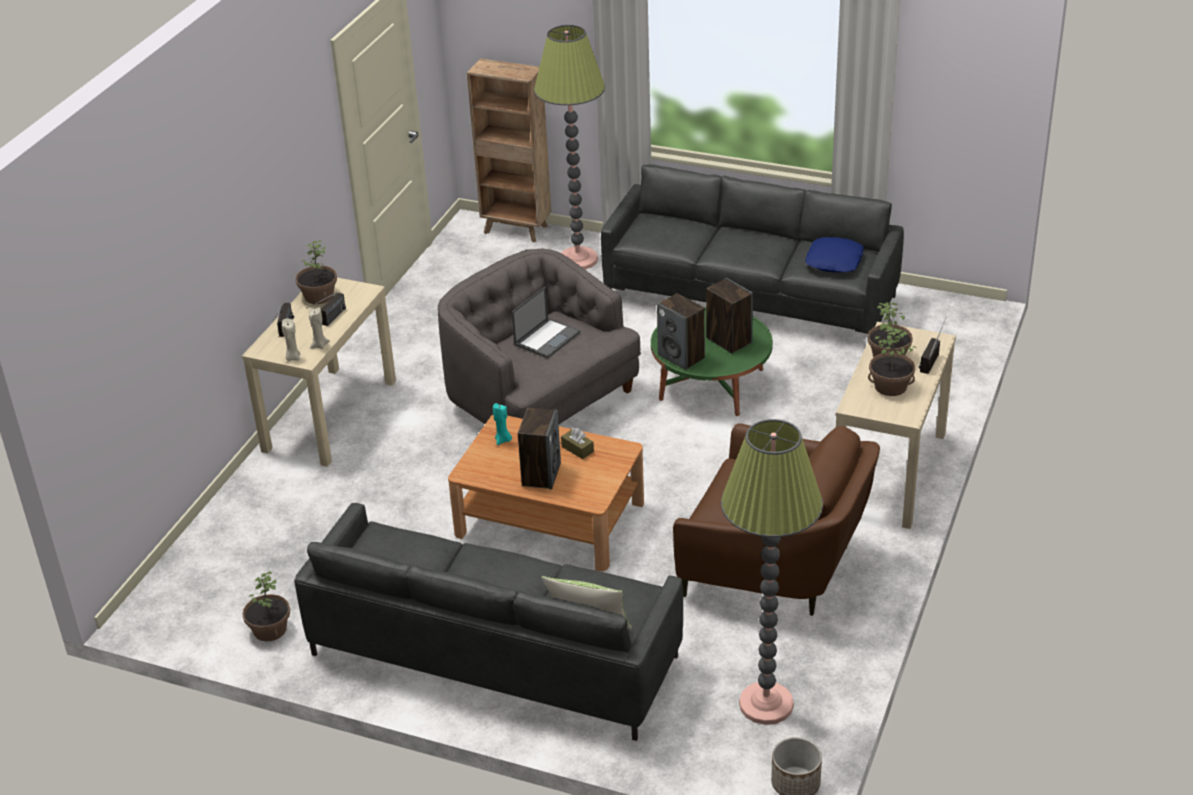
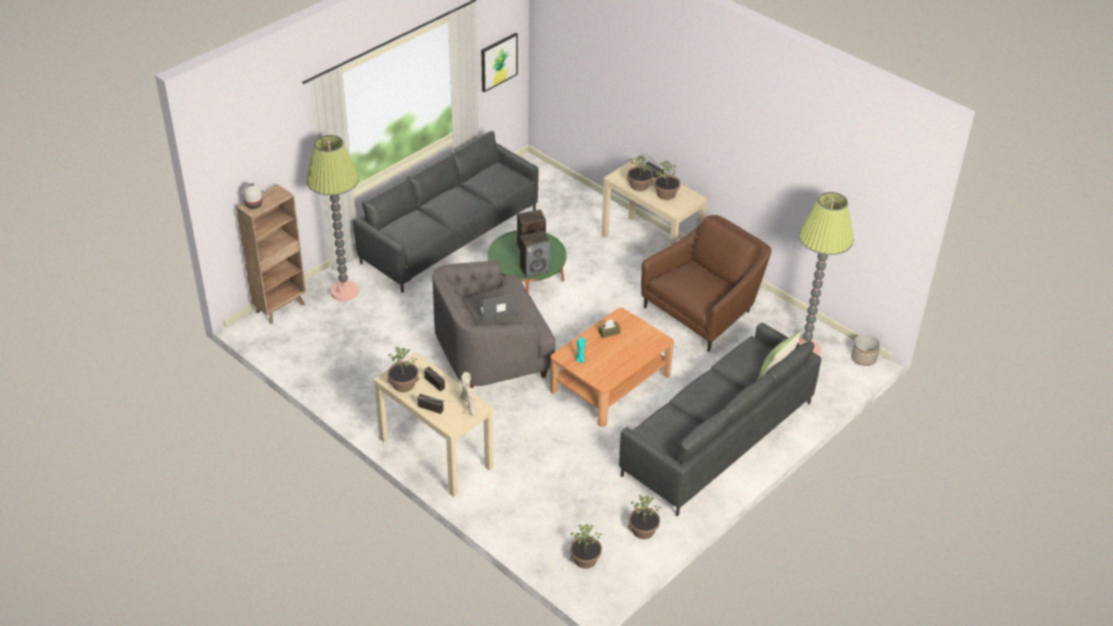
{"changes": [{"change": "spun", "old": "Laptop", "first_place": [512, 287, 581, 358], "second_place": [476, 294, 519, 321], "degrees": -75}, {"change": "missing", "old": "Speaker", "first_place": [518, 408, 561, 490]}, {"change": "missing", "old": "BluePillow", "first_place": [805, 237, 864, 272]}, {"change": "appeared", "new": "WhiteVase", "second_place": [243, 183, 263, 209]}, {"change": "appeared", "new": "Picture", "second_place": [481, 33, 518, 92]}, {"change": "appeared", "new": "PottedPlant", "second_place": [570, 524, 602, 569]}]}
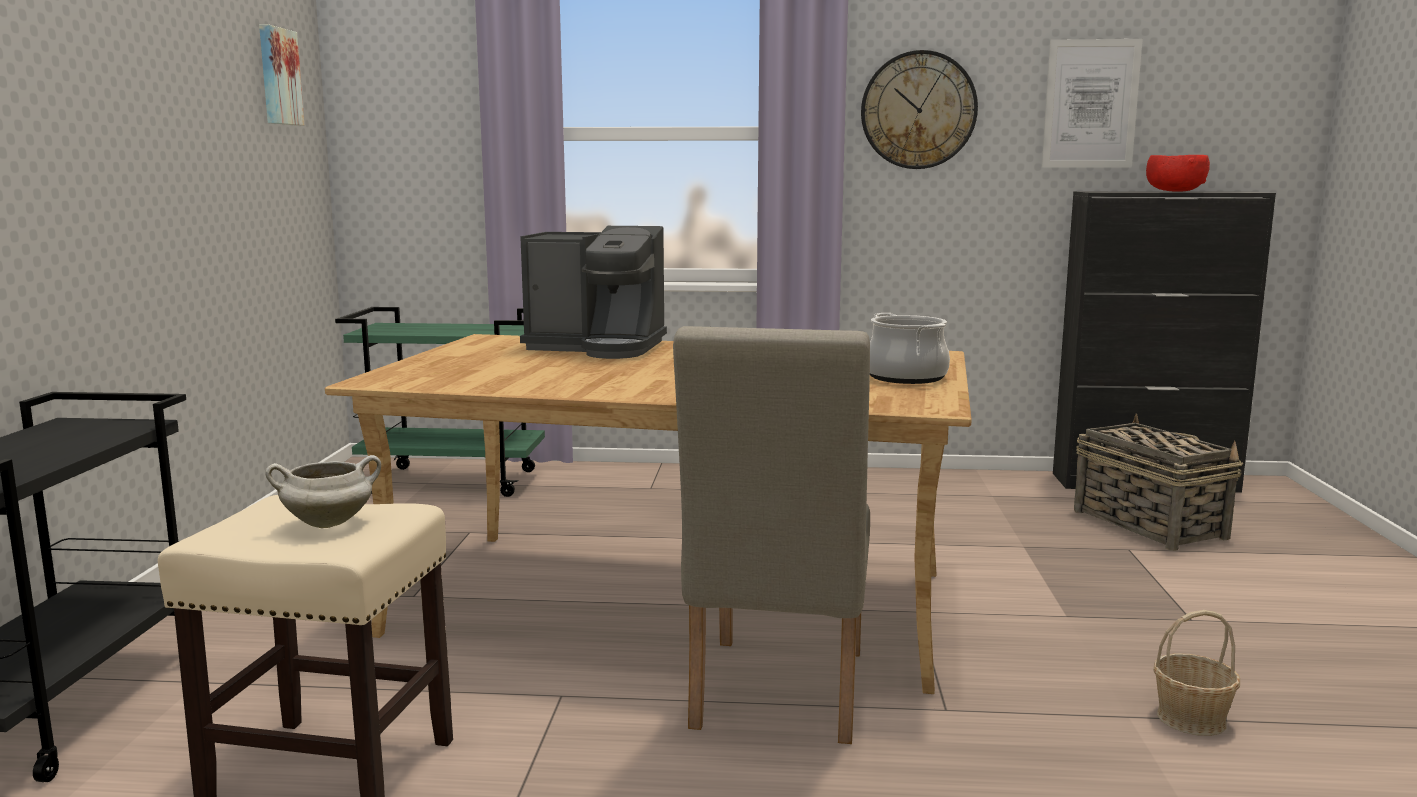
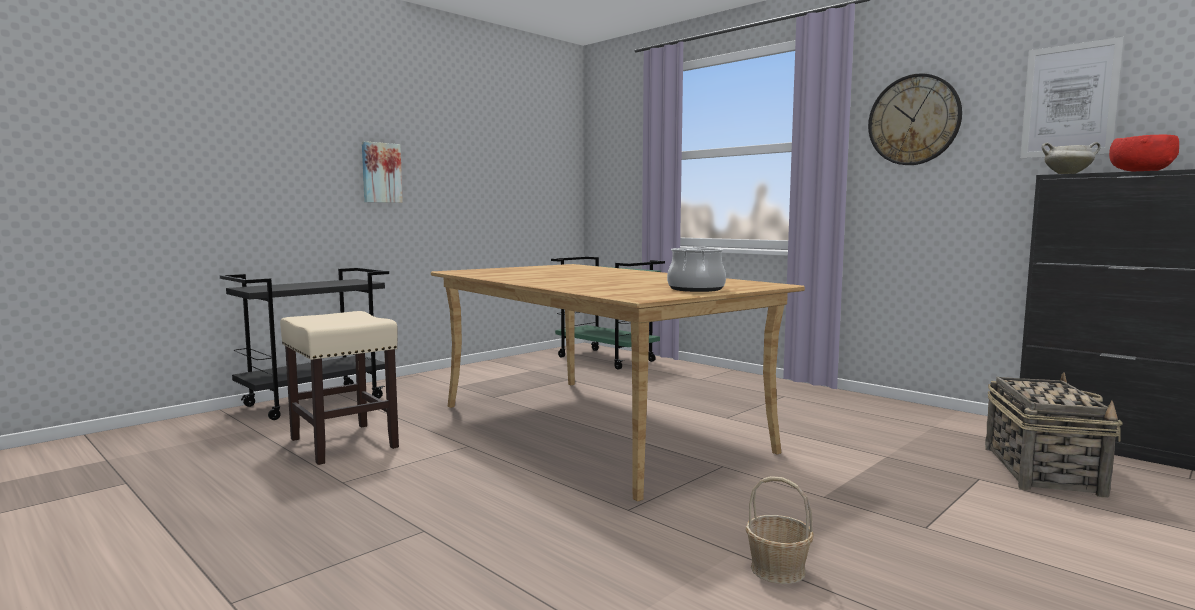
{"changes": [{"change": "relocated", "old": "Picture", "first_place": [259, 24, 304, 126], "second_place": [362, 141, 403, 203]}, {"change": "relocated", "old": "WhiteCookingPot", "first_place": [266, 455, 381, 528], "second_place": [1042, 142, 1101, 174]}, {"change": "missing", "old": "CoffeeMachine", "first_place": [520, 226, 667, 359]}, {"change": "missing", "old": "BeigeChair", "first_place": [673, 326, 870, 744]}]}
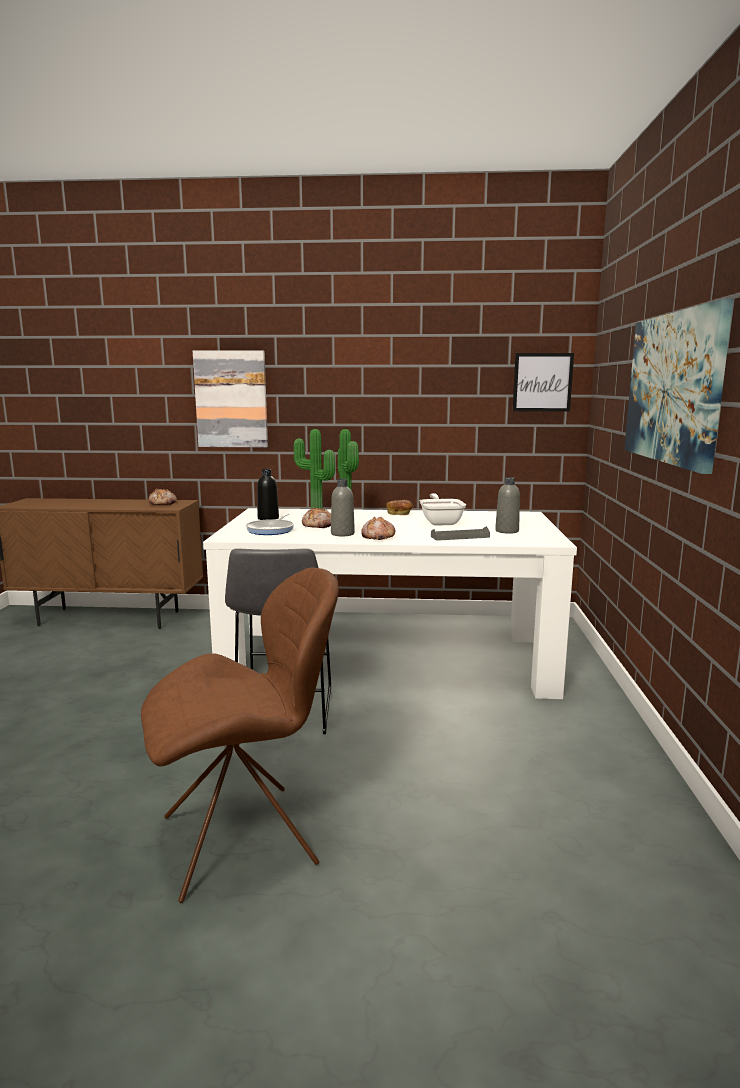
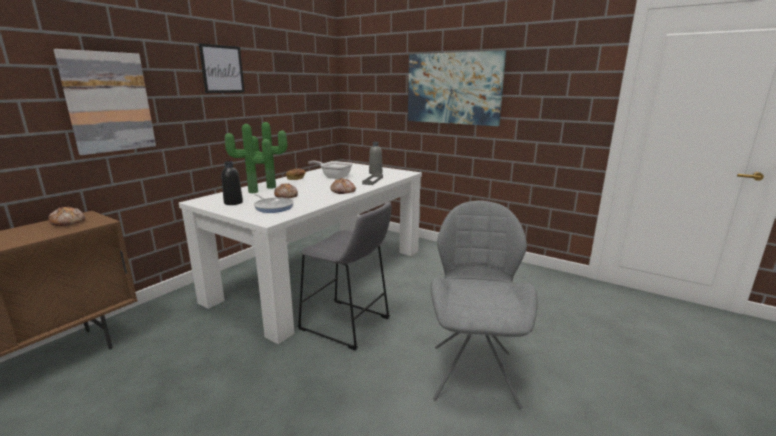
{"changes": [{"change": "colour", "old": "BrownChair", "new": "GreyChair", "first_place": [141, 568, 339, 903], "second_place": [431, 201, 538, 409]}, {"change": "missing", "old": "GreyBottle", "first_place": [331, 479, 355, 536]}, {"change": "relocated", "old": "Picture", "first_place": [513, 353, 574, 412], "second_place": [199, 43, 245, 93]}]}
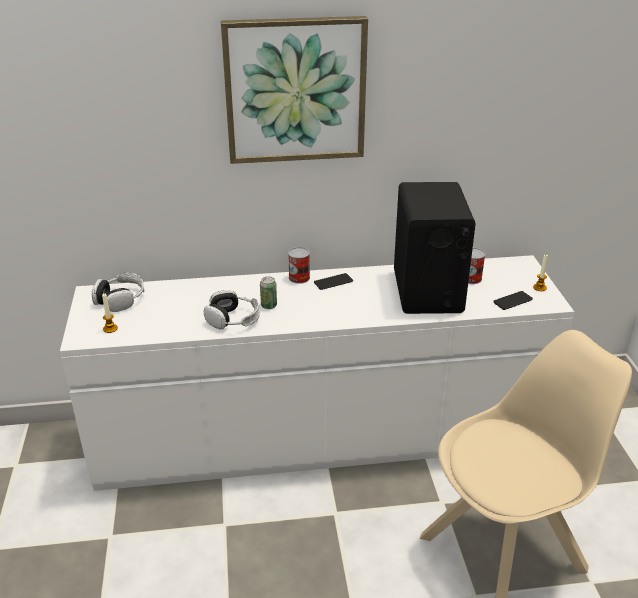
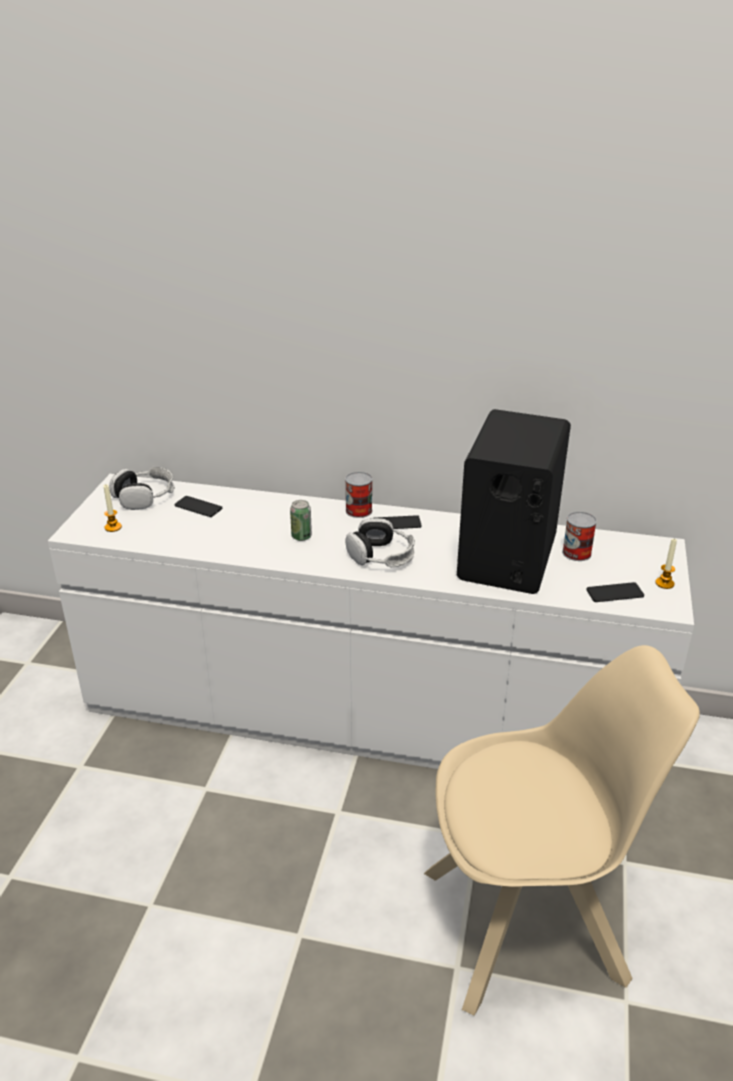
{"changes": [{"change": "relocated", "old": "Headphones", "first_place": [204, 290, 260, 329], "second_place": [345, 518, 415, 568]}, {"change": "missing", "old": "Picture", "first_place": [221, 16, 368, 164]}, {"change": "appeared", "new": "Phone", "second_place": [175, 496, 222, 517]}]}
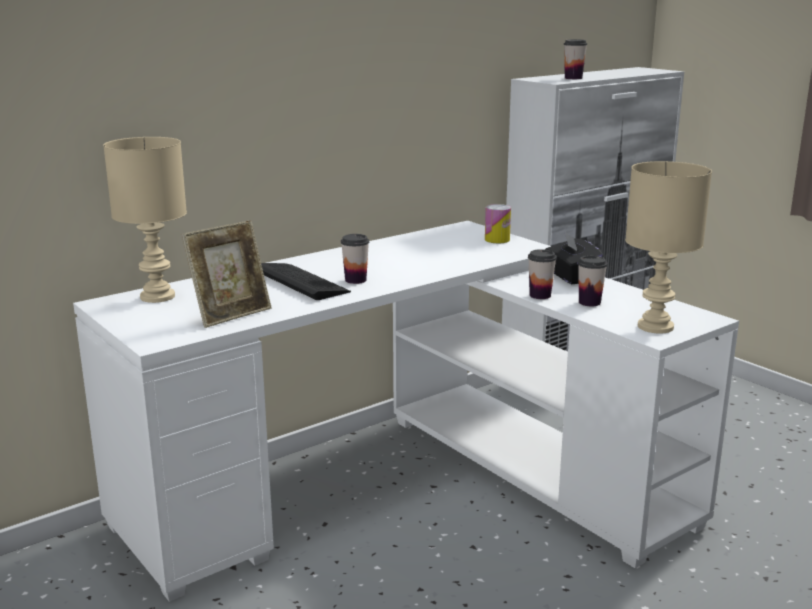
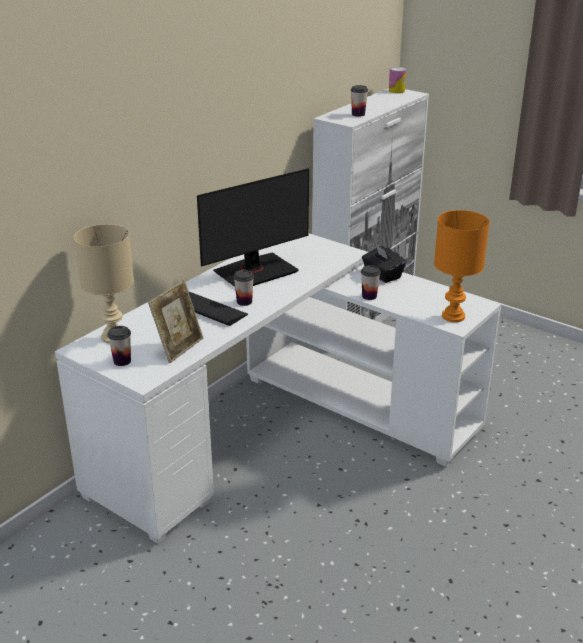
{"changes": [{"change": "relocated", "old": "Can", "first_place": [485, 204, 511, 243], "second_place": [389, 67, 406, 93]}, {"change": "relocated", "old": "Cup", "first_place": [578, 255, 607, 306], "second_place": [107, 326, 131, 366]}, {"change": "colour", "old": "BeigeTableLamp", "new": "OrangeTableLamp", "first_place": [625, 161, 712, 334], "second_place": [434, 210, 490, 322]}, {"change": "appeared", "new": "Monitor", "second_place": [197, 168, 309, 287]}]}
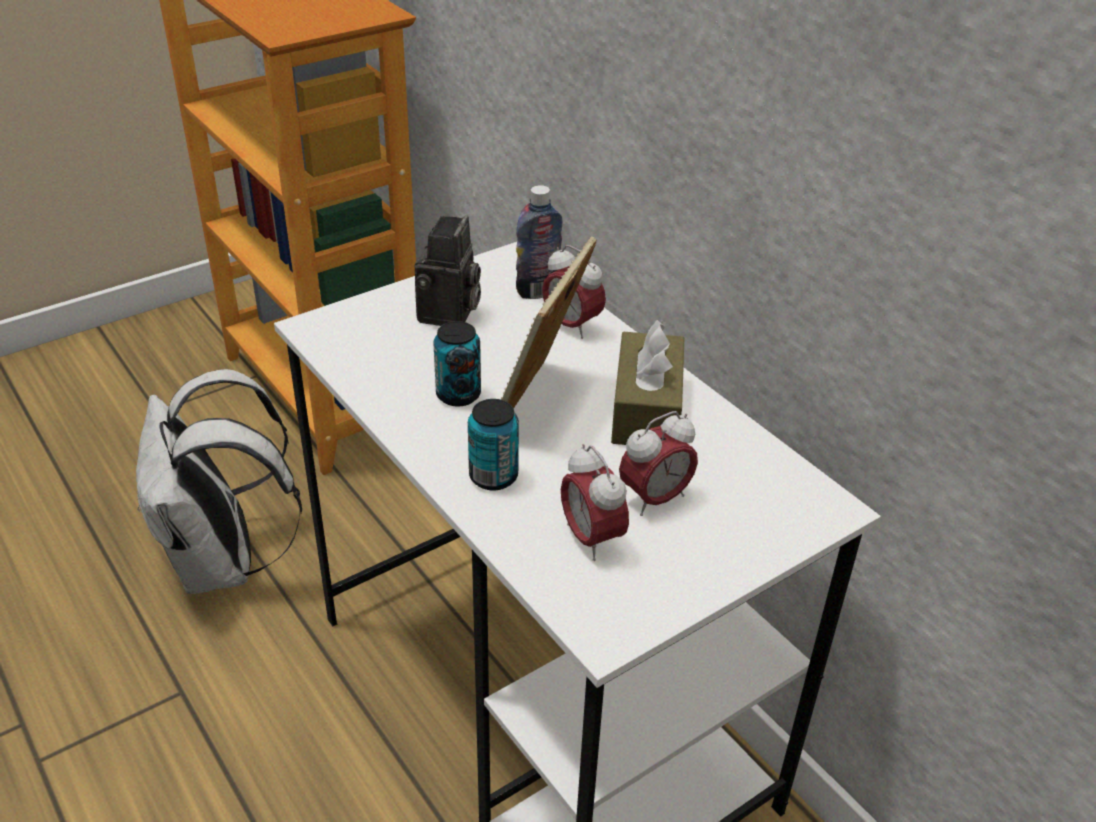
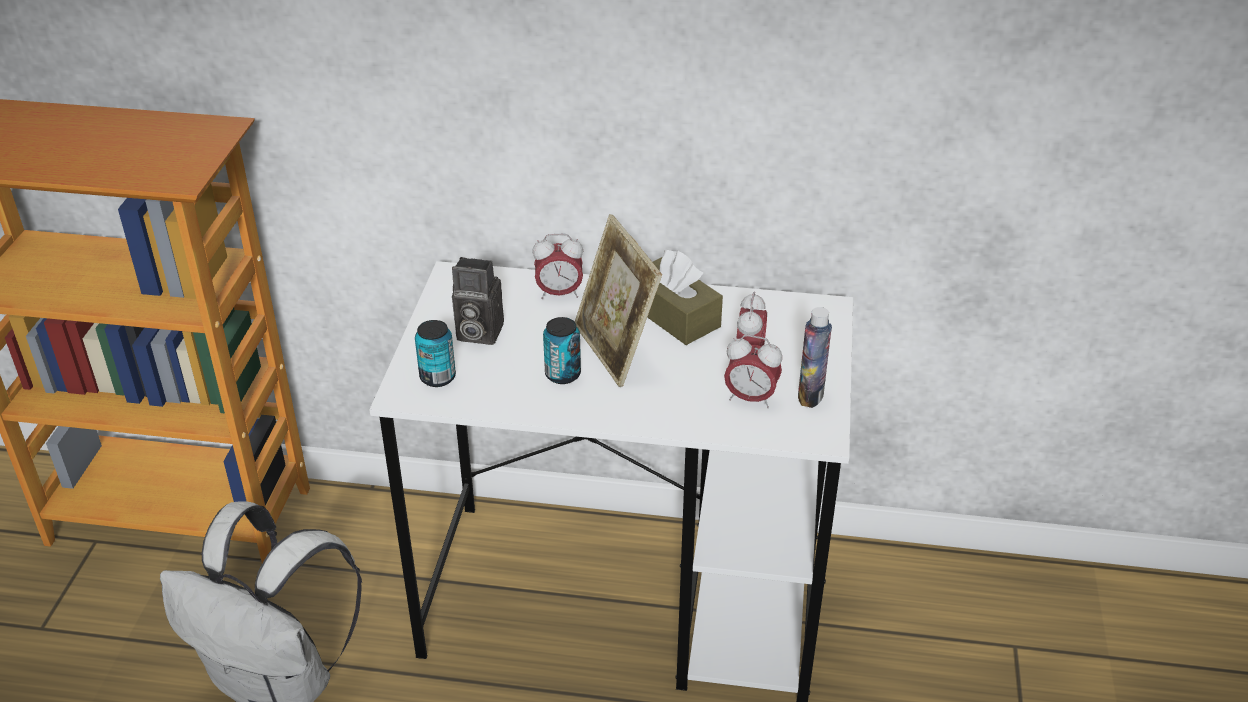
{"changes": [{"change": "spun", "old": "PhotoCamera", "first_place": [415, 215, 481, 326], "second_place": [452, 257, 504, 345], "degrees": 135}, {"change": "relocated", "old": "Can", "first_place": [468, 399, 519, 490], "second_place": [415, 320, 456, 387]}, {"change": "relocated", "old": "Bottle", "first_place": [516, 185, 563, 299], "second_place": [798, 307, 832, 408]}]}
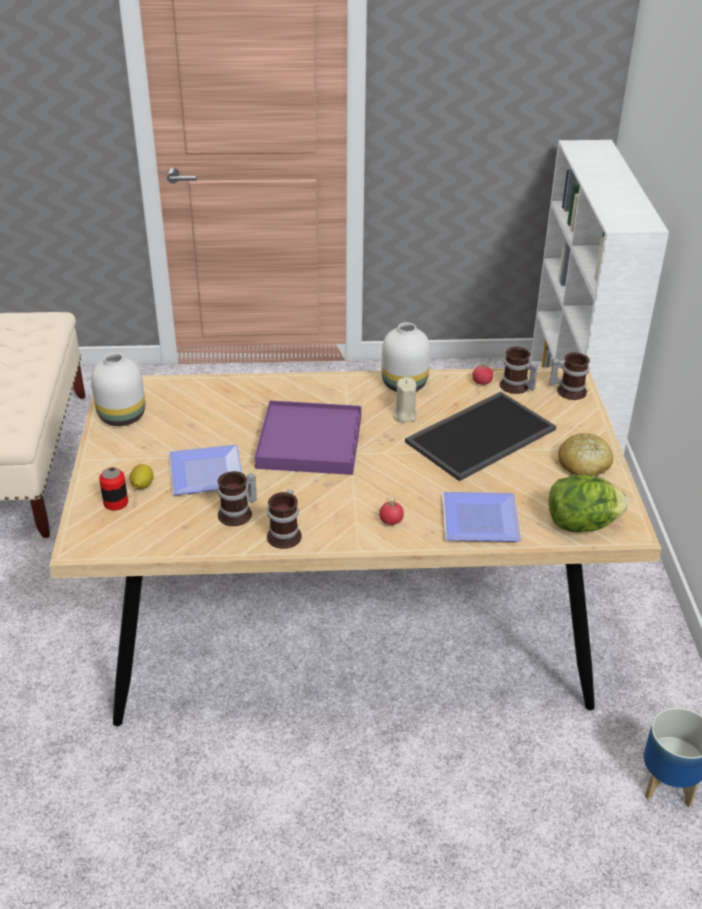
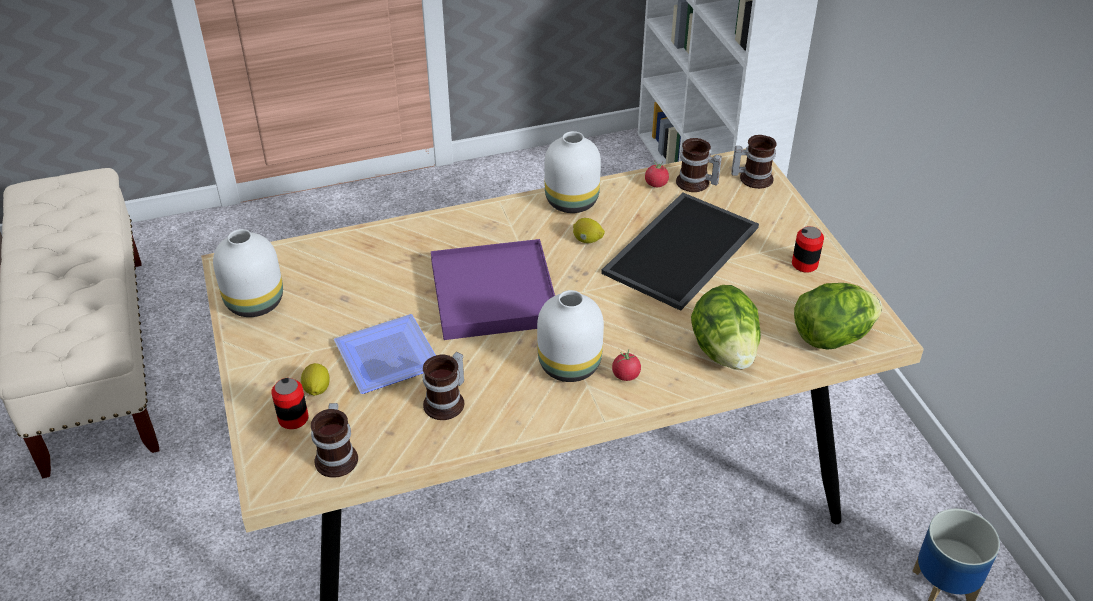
{"changes": [{"change": "relocated", "old": "Mug", "first_place": [267, 489, 302, 549], "second_place": [311, 403, 358, 478]}, {"change": "exchanged", "old": "BeigeCandle", "new": "Lemon", "first_place": [393, 377, 417, 423], "second_place": [573, 218, 605, 243]}, {"change": "exchanged", "old": "Plate", "new": "Lettuce", "first_place": [442, 492, 521, 542], "second_place": [691, 285, 761, 369]}, {"change": "exchanged", "old": "Bread", "new": "Can", "first_place": [558, 433, 613, 476], "second_place": [792, 226, 824, 273]}, {"change": "appeared", "new": "WhiteVase", "second_place": [537, 290, 604, 382]}]}
